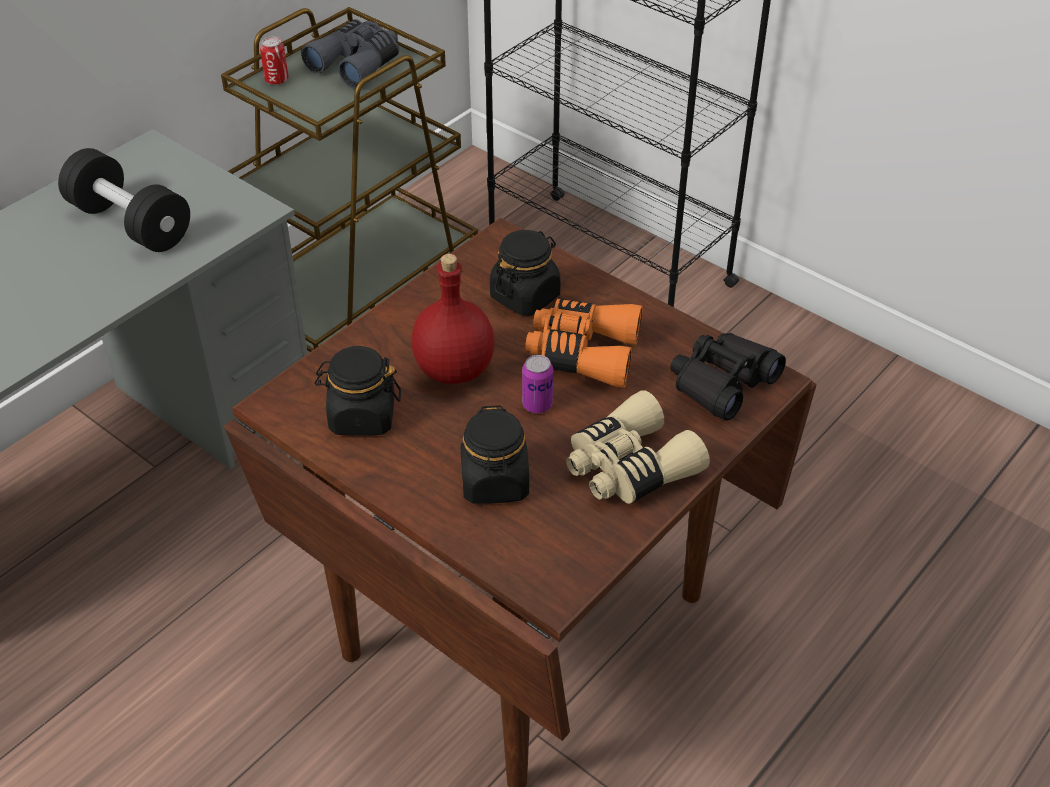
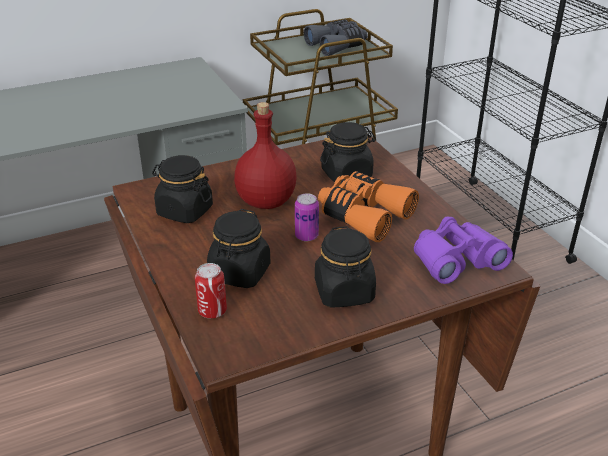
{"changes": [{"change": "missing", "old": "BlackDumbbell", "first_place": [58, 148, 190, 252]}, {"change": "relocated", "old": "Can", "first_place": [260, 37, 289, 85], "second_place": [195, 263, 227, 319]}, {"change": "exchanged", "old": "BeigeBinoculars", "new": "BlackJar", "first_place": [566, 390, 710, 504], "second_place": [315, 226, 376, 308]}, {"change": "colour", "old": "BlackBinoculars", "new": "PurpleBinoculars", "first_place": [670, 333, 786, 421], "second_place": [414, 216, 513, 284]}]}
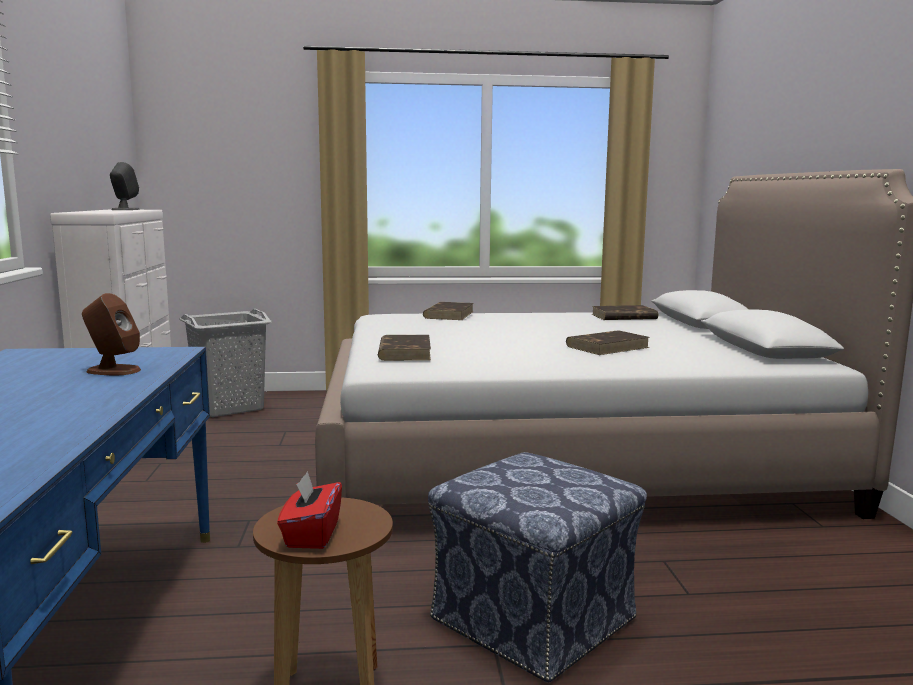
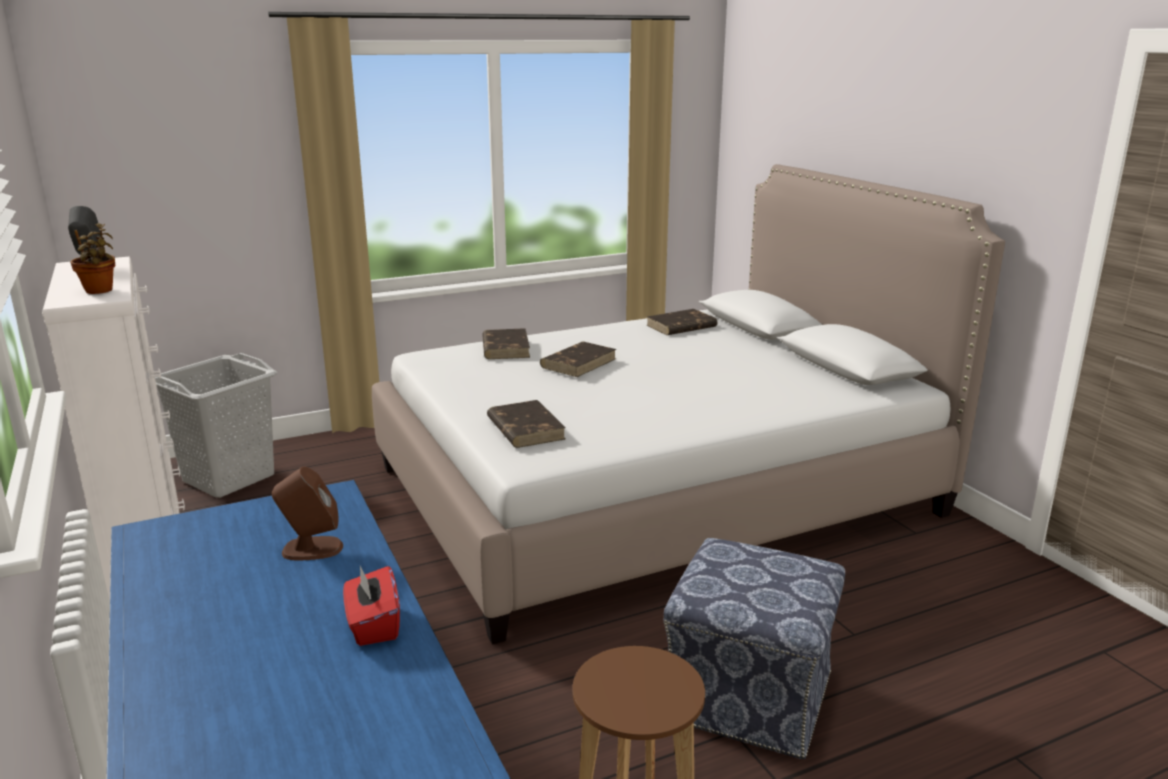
{"changes": [{"change": "relocated", "old": "RedTissueBox", "first_place": [277, 471, 342, 549], "second_place": [343, 566, 400, 646]}, {"change": "relocated", "old": "BrownBook", "first_place": [566, 330, 649, 355], "second_place": [540, 342, 616, 377]}, {"change": "appeared", "new": "PottedPlant", "second_place": [70, 223, 116, 294]}]}
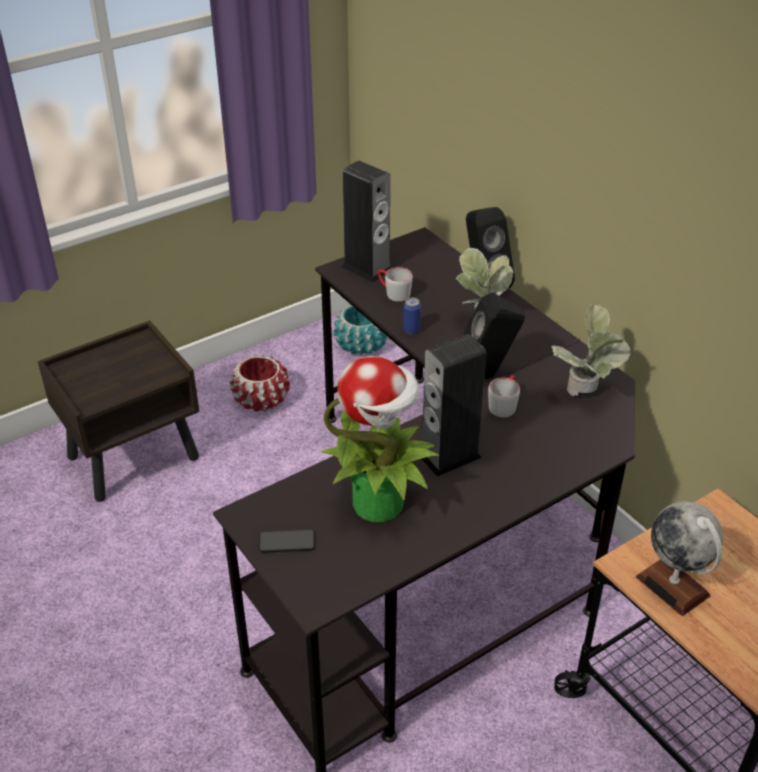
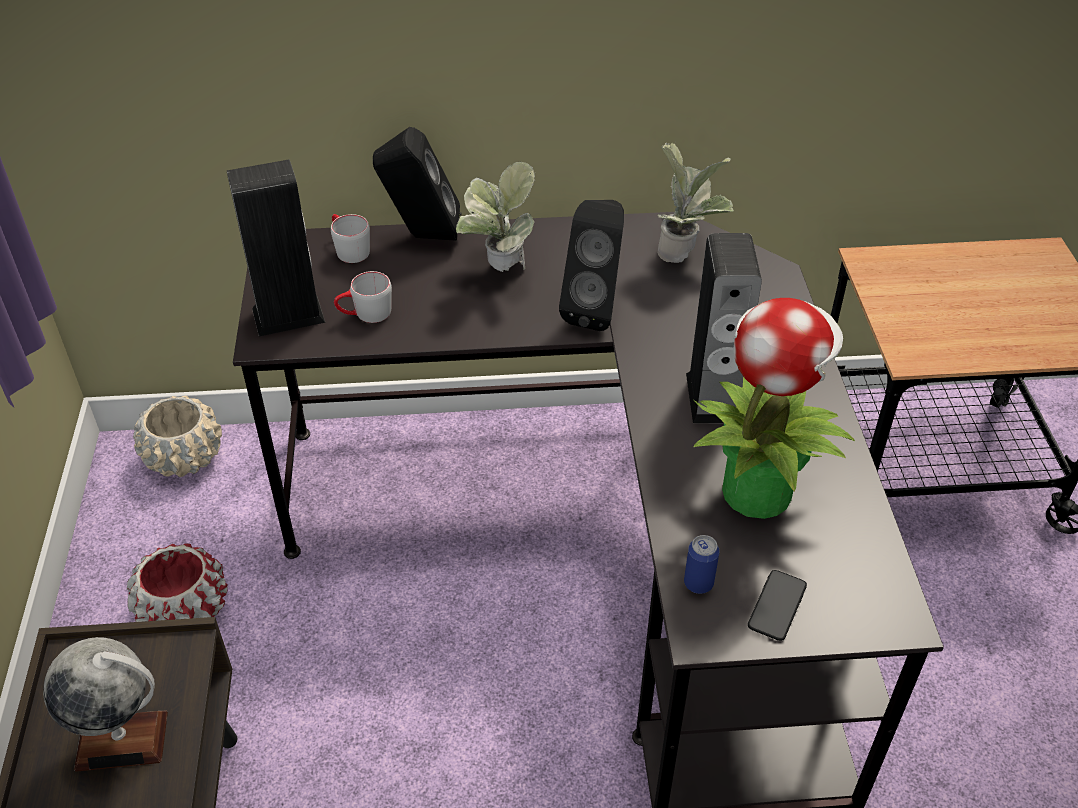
{"changes": [{"change": "colour", "old": "TurquoisePlanter", "new": "BeigePlanter", "first_place": [333, 305, 387, 355], "second_place": [133, 396, 222, 477]}, {"change": "relocated", "old": "Can", "first_place": [403, 298, 421, 335], "second_place": [684, 535, 720, 594]}, {"change": "relocated", "old": "GreyMug", "first_place": [488, 375, 520, 417], "second_place": [331, 214, 370, 263]}, {"change": "relocated", "old": "Globe", "first_place": [636, 502, 723, 616], "second_place": [43, 637, 168, 772]}]}
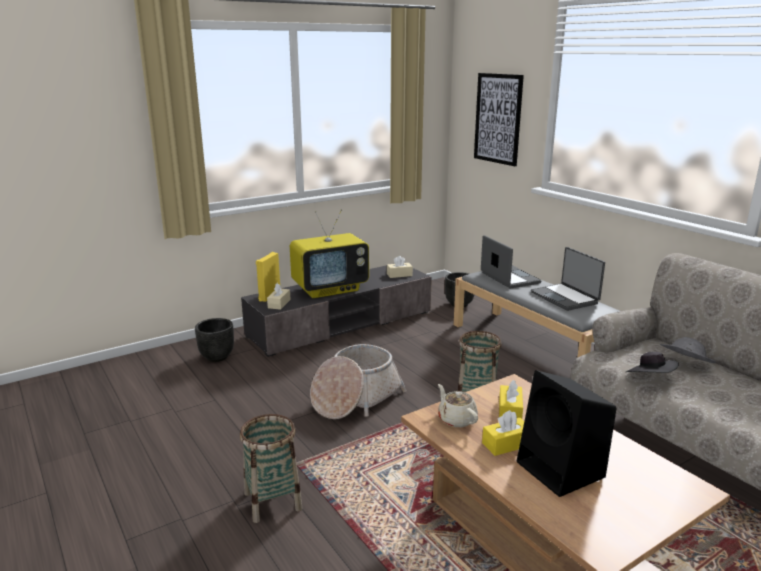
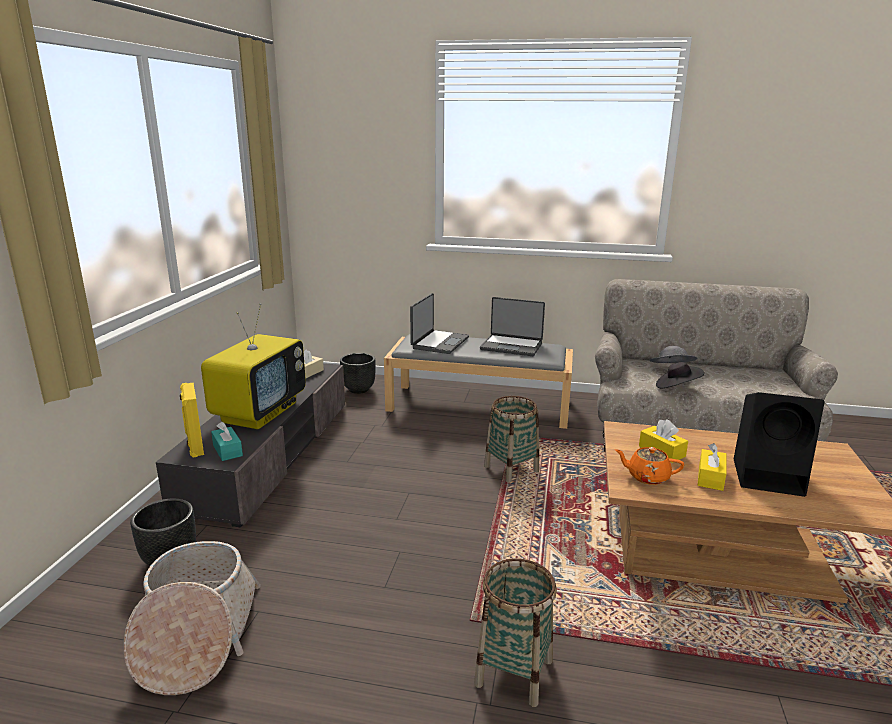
{"changes": [{"change": "colour", "old": "BeigeTissueBox", "new": "TurquoiseTissueBox", "first_place": [267, 283, 291, 310], "second_place": [211, 422, 243, 461]}, {"change": "relocated", "old": "Basket", "first_place": [310, 344, 407, 419], "second_place": [124, 541, 261, 695]}, {"change": "colour", "old": "BeigeTeapot", "new": "OrangeTeapot", "first_place": [438, 384, 478, 427], "second_place": [615, 447, 684, 485]}, {"change": "missing", "old": "Picture", "first_place": [474, 73, 524, 166]}, {"change": "spun", "old": "Laptop", "first_place": [481, 235, 541, 288], "second_place": [410, 293, 469, 354], "degrees": 90}]}
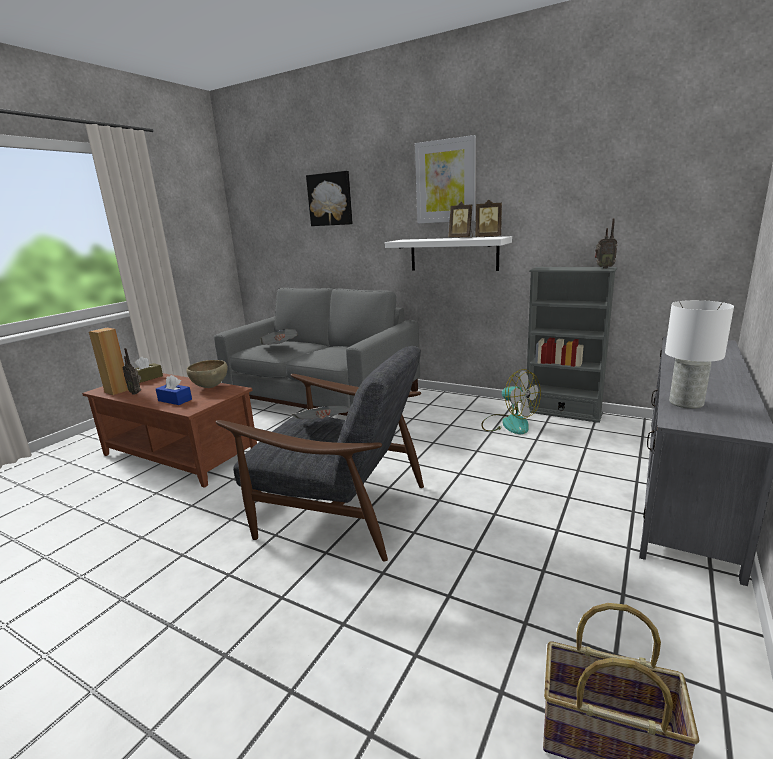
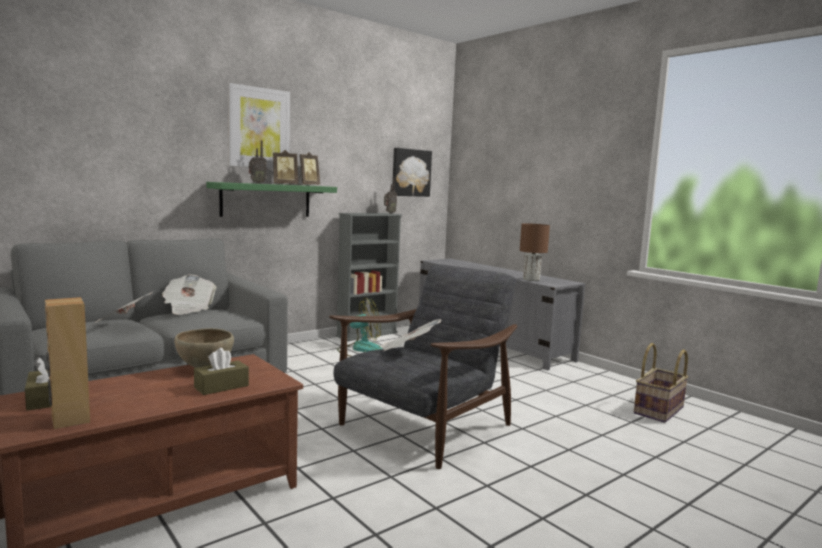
{"changes": [{"change": "relocated", "old": "Radio", "first_place": [122, 348, 141, 395], "second_place": [249, 140, 267, 184]}, {"change": "colour", "old": "BlueTissueBox", "new": "BrownTissueBox", "first_place": [156, 375, 192, 405], "second_place": [194, 348, 249, 395]}, {"change": "relocated", "old": "Picture", "first_place": [306, 171, 353, 226], "second_place": [392, 148, 432, 197]}, {"change": "colour", "old": "WhiteShelf", "new": "GreenShelf", "first_place": [385, 236, 512, 271], "second_place": [206, 182, 337, 217]}, {"change": "colour", "old": "WhiteTableLamp", "new": "BrownTableLamp", "first_place": [665, 300, 734, 409], "second_place": [520, 223, 550, 281]}, {"change": "appeared", "new": "Newspaper", "second_place": [162, 275, 217, 315]}]}
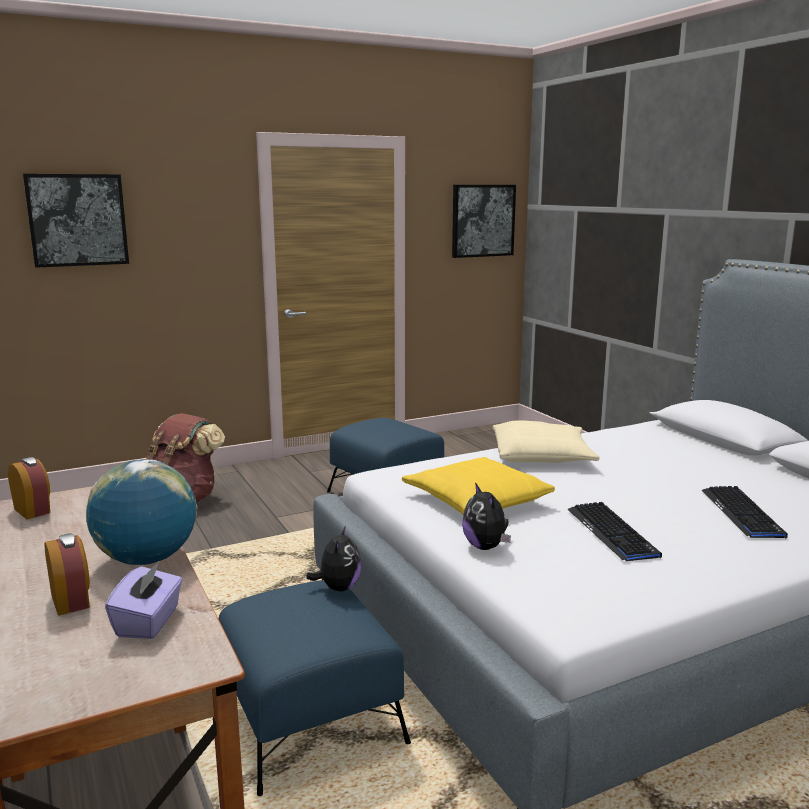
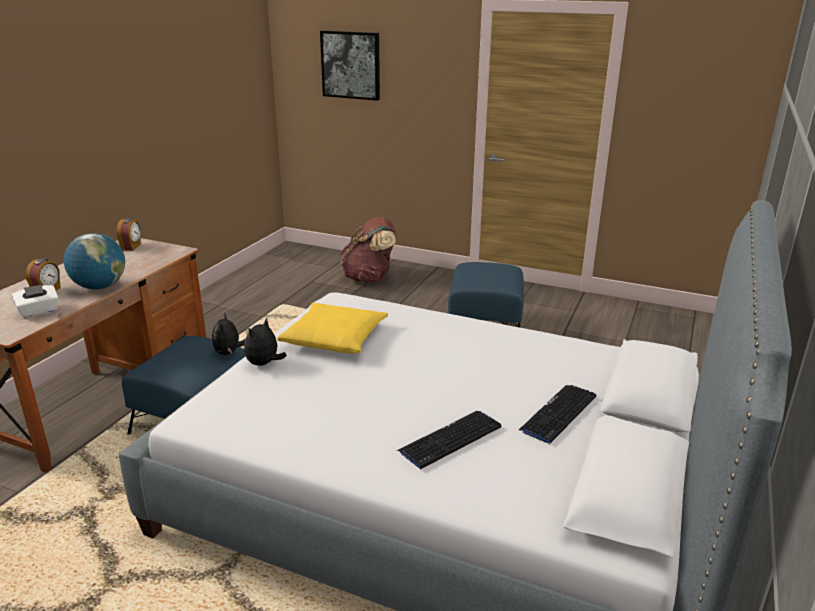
{"changes": [{"change": "colour", "old": "PurpleTissueBox", "new": "WhiteTissueBox", "first_place": [105, 562, 183, 639], "second_place": [12, 285, 58, 318]}, {"change": "spun", "old": "PlushToy", "first_place": [306, 526, 361, 591], "second_place": [212, 313, 245, 355], "degrees": 120}, {"change": "missing", "old": "Picture", "first_place": [452, 185, 516, 258]}, {"change": "missing", "old": "BeigePillow", "first_place": [493, 420, 599, 463]}, {"change": "relocated", "old": "Keyboard", "first_place": [567, 502, 662, 561], "second_place": [519, 385, 596, 444]}]}
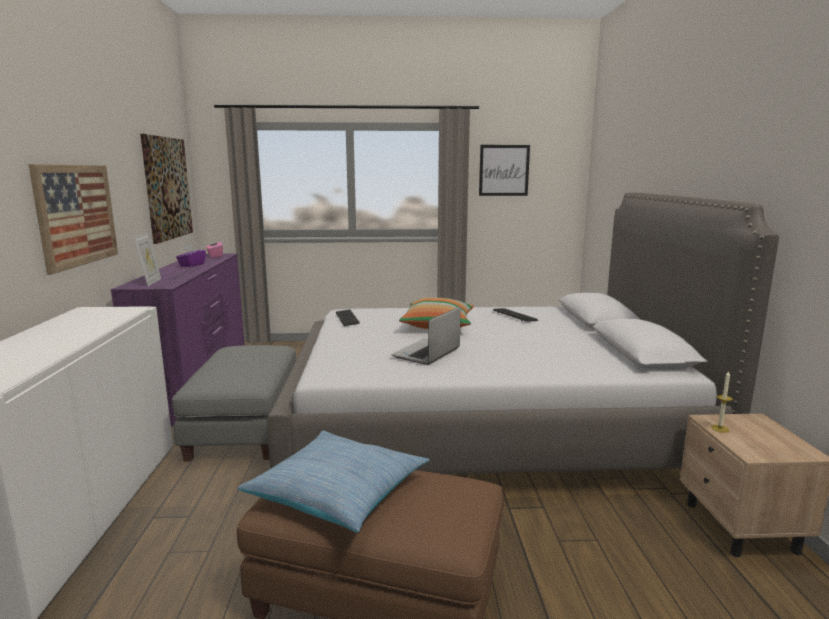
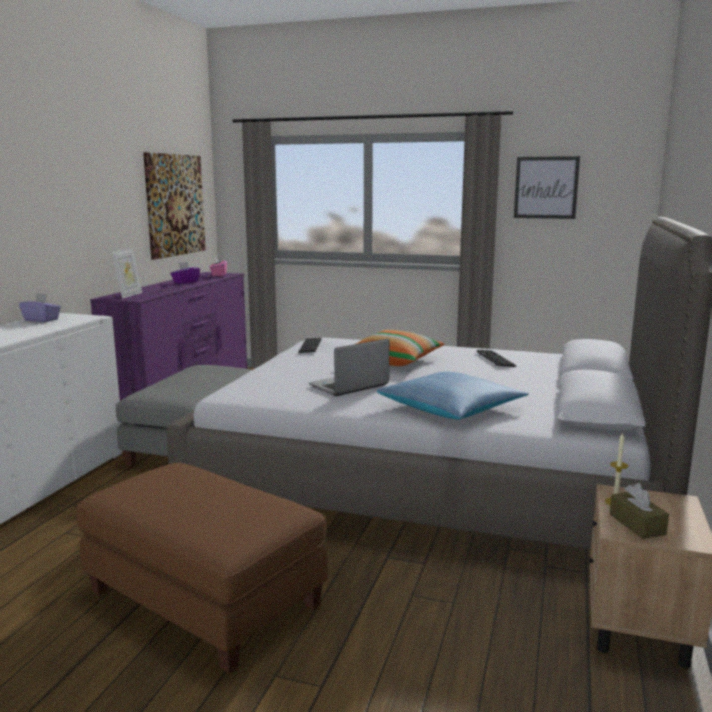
{"changes": [{"change": "missing", "old": "Picture", "first_place": [28, 164, 118, 275]}, {"change": "relocated", "old": "Pillow", "first_place": [238, 431, 430, 533], "second_place": [377, 371, 529, 420]}, {"change": "appeared", "new": "PurpleTissueBox", "second_place": [19, 293, 61, 322]}, {"change": "appeared", "new": "BrownTissueBox", "second_place": [610, 483, 669, 539]}]}
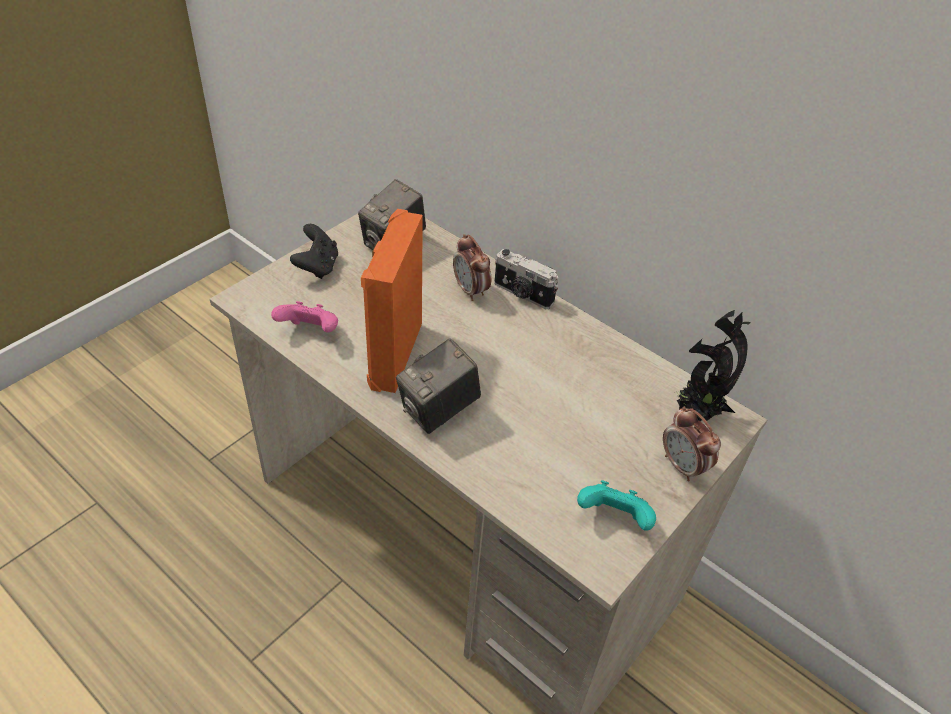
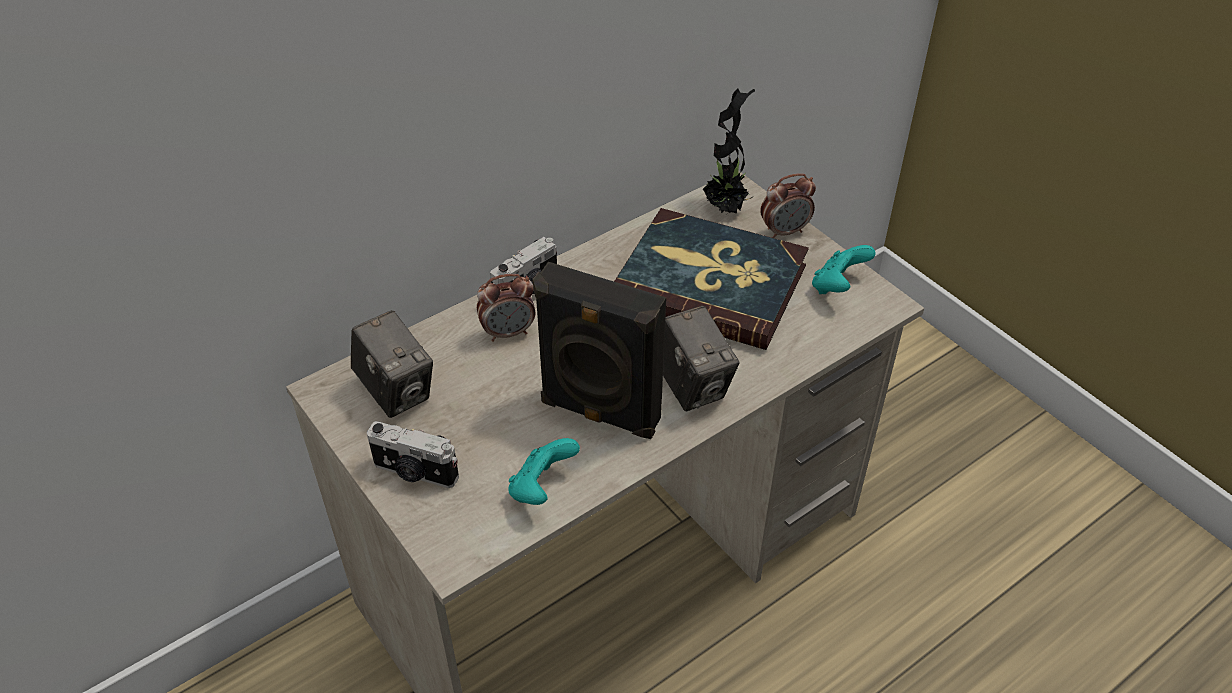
{"changes": [{"change": "colour", "old": "PinkGameController", "new": "TurquoiseGameController", "first_place": [271, 301, 338, 333], "second_place": [508, 438, 580, 505]}, {"change": "exchanged", "old": "BlackGameController", "new": "PhotoCamera", "first_place": [290, 224, 338, 279], "second_place": [367, 421, 459, 488]}, {"change": "colour", "old": "OrangeSpeaker", "new": "BlackSpeaker", "first_place": [361, 209, 423, 393], "second_place": [533, 262, 666, 439]}, {"change": "appeared", "new": "Book", "second_place": [614, 208, 809, 350]}]}
